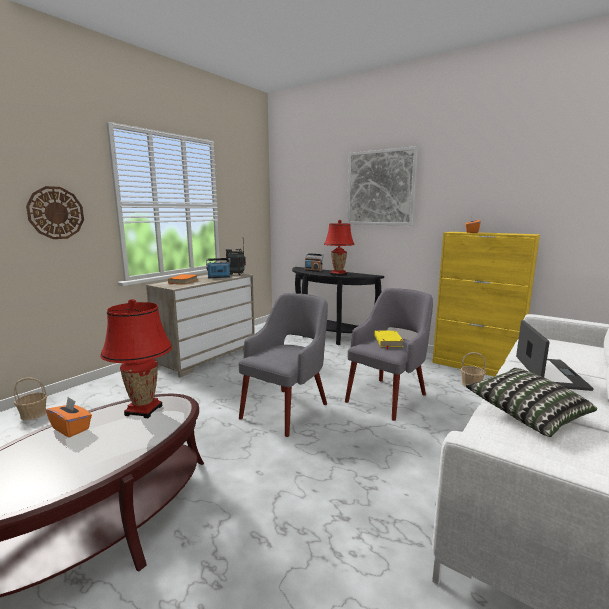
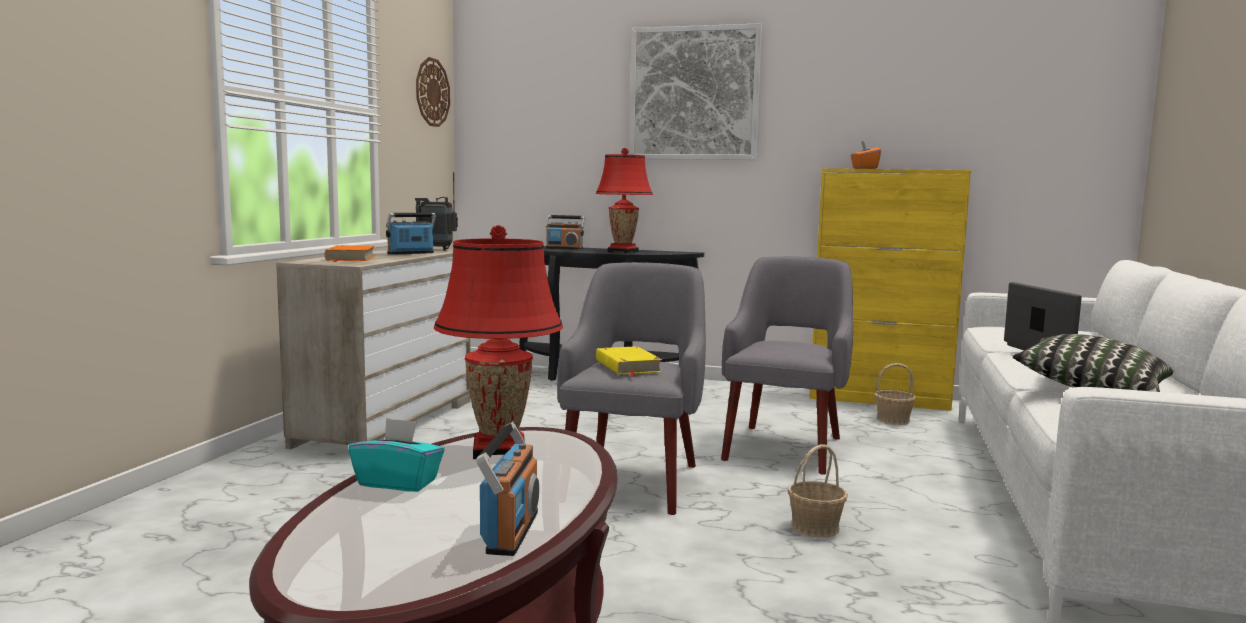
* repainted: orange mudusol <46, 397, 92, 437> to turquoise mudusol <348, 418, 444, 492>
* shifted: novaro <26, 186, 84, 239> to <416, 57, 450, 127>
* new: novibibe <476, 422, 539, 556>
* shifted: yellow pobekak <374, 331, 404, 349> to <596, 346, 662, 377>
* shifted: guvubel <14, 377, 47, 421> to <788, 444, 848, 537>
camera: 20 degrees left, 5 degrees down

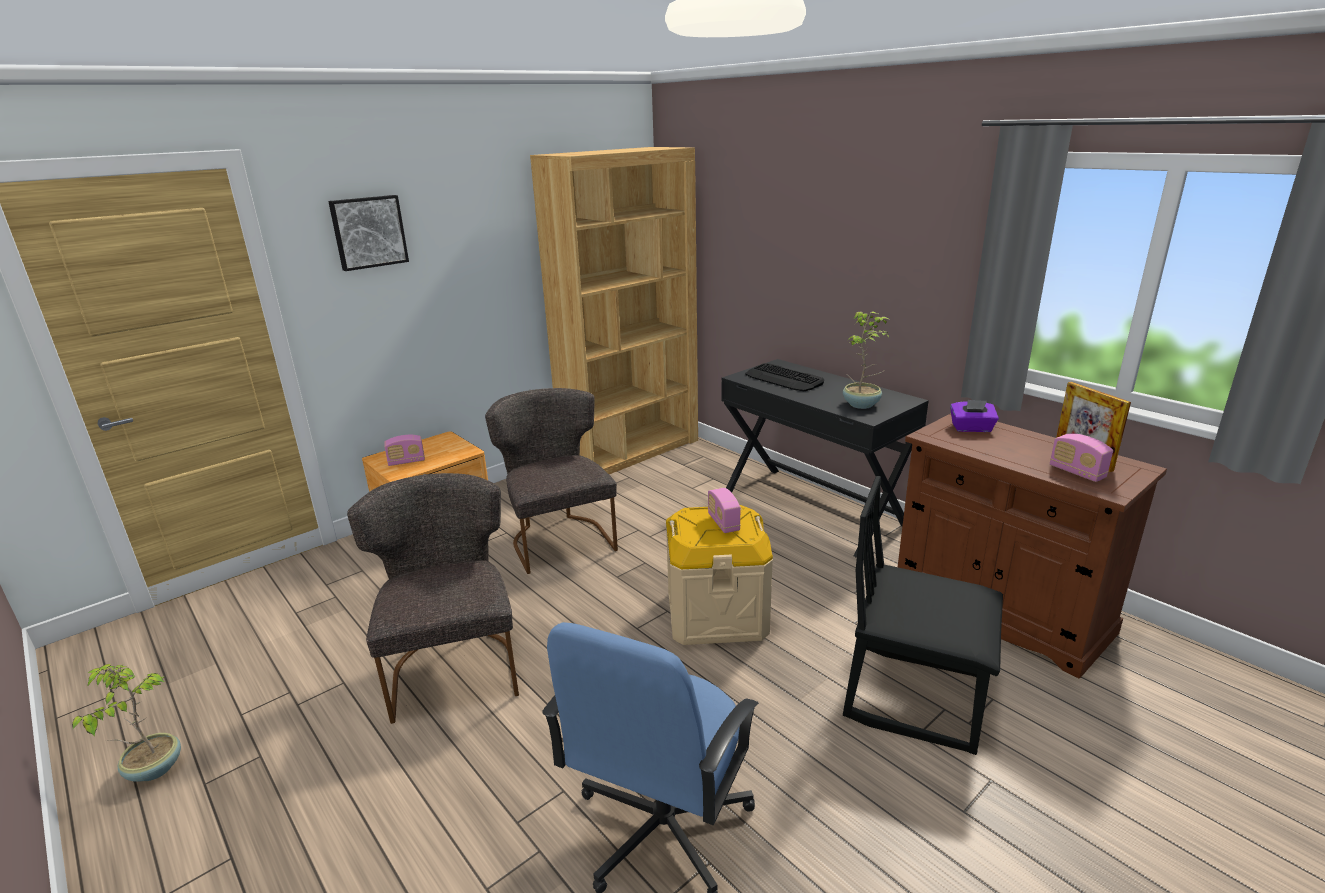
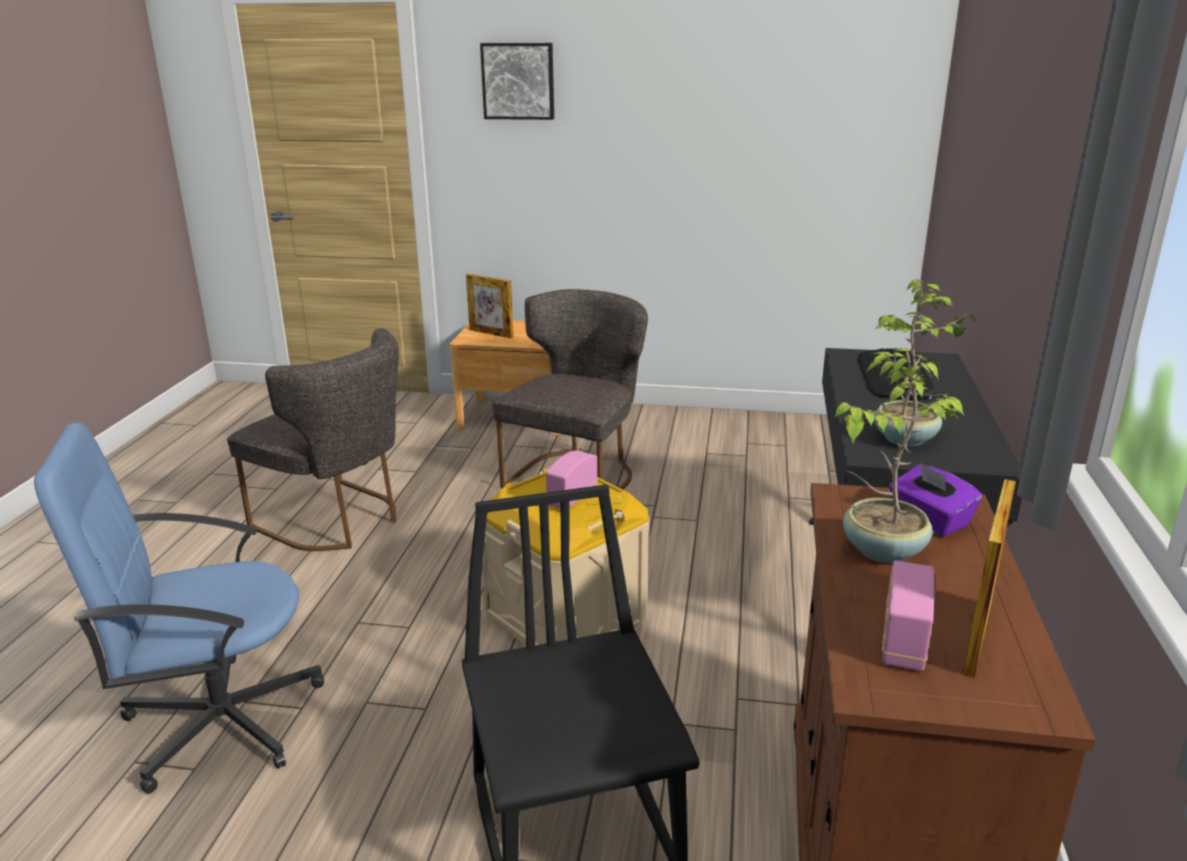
* rotated: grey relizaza <347, 473, 519, 724> = <227, 329, 399, 551> 90 degrees clockwise
* swapped: novibibe <384, 435, 425, 466> to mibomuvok <466, 274, 513, 338>
* shifted: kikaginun <72, 664, 181, 782> to <834, 348, 964, 563>
* gone: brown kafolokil <530, 147, 698, 474>
camera: 50 degrees right, 0 degrees up

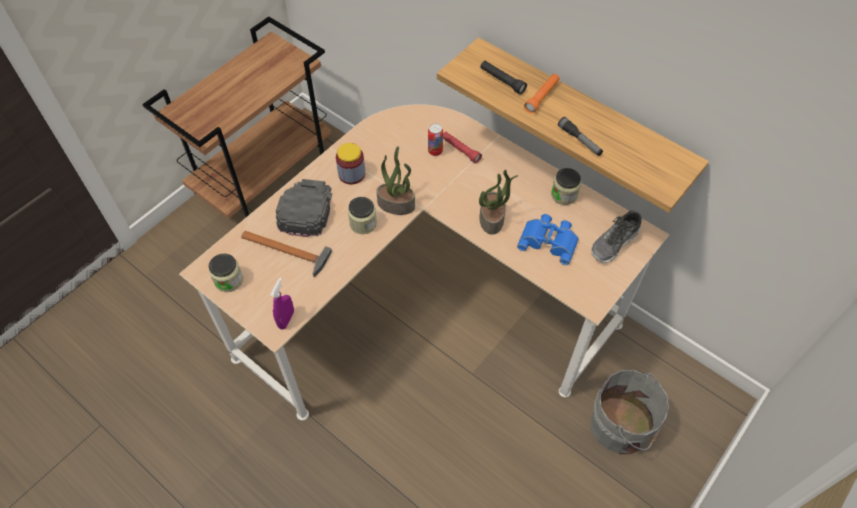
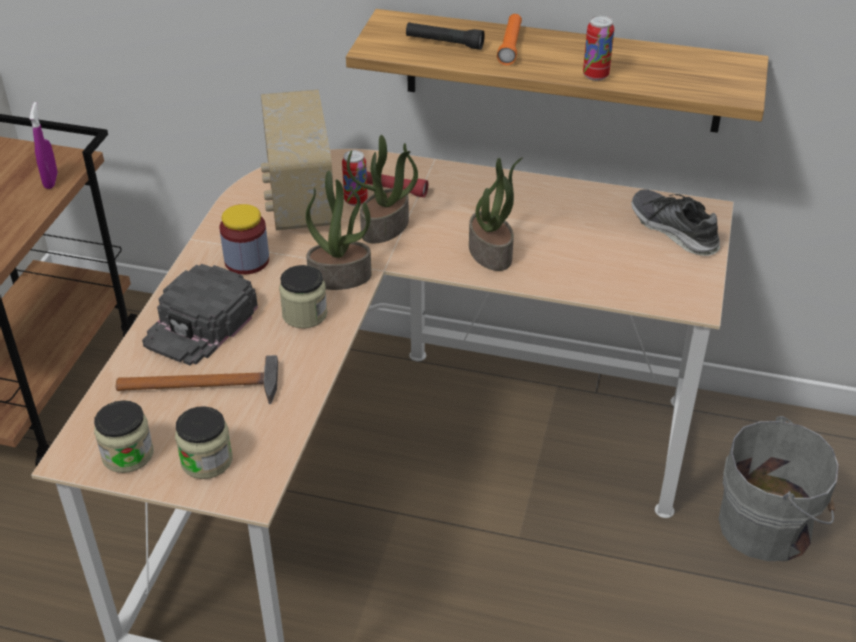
* shifted: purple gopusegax <270, 277, 294, 329> to <30, 102, 57, 189>
* rotated: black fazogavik <276, 179, 332, 237> = <142, 264, 258, 366> 135 degrees counterclockwise
* shifted: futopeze <551, 168, 581, 205> to <175, 406, 233, 479>
* new: novibibe <261, 90, 333, 230>
* new: kikaginun <347, 135, 418, 244>
* swapped: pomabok <558, 117, 603, 156> to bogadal <583, 15, 614, 81>
* rotated: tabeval <591, 210, 642, 263> = <631, 189, 720, 256> 120 degrees clockwise
* gone: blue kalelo <517, 214, 579, 265>
camera: 25 degrees left, 15 degrees down

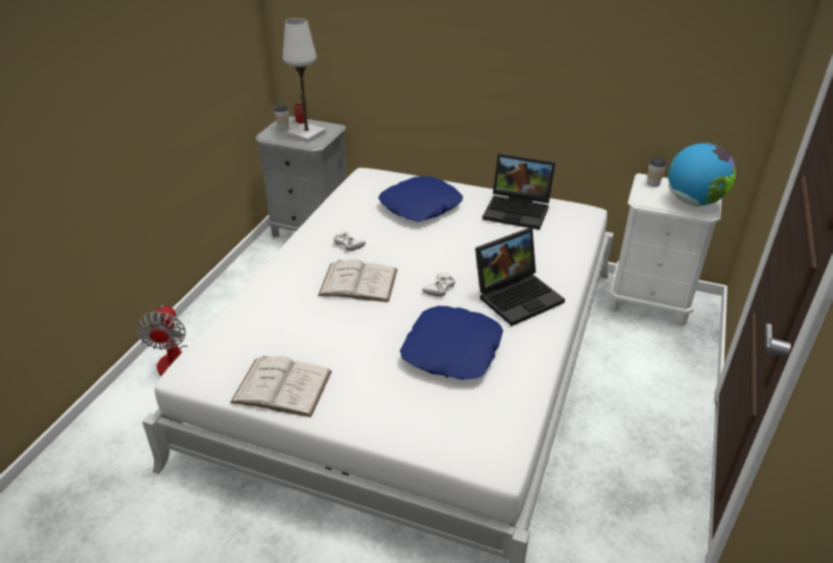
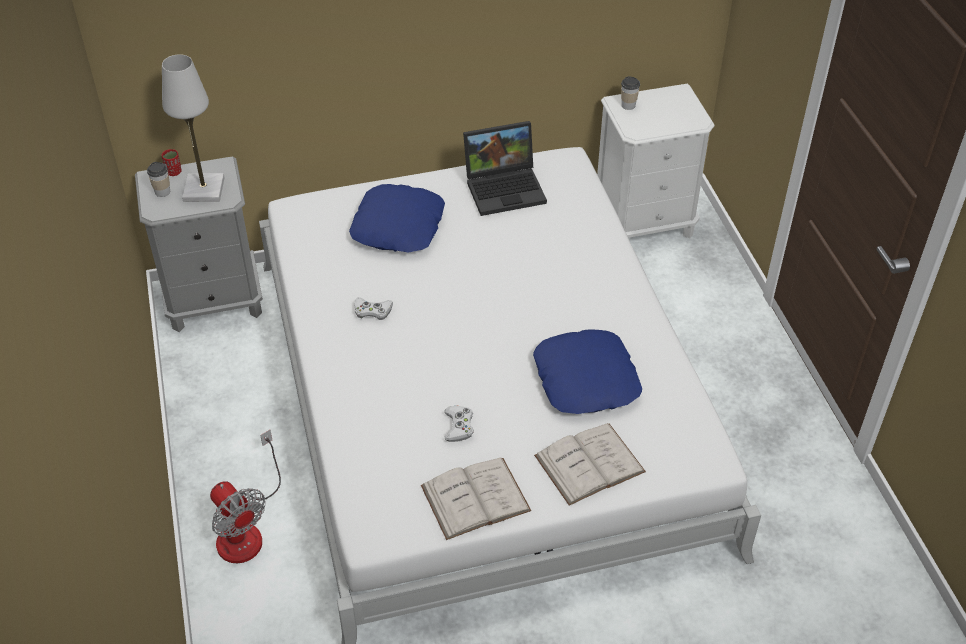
* shifted: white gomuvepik <422, 273, 456, 297> to <444, 406, 474, 442>
* shifted: white pobekak <318, 260, 397, 302> to <534, 423, 646, 505>
* gone: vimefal <475, 228, 565, 326>
* gone: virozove <668, 143, 736, 207>
camera: 35 degrees left, 10 degrees up

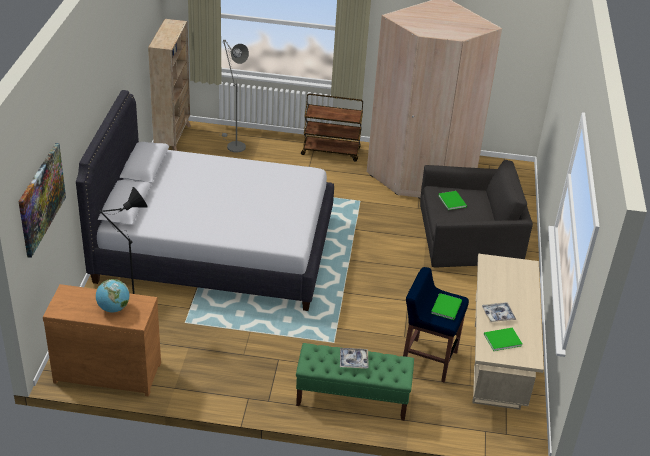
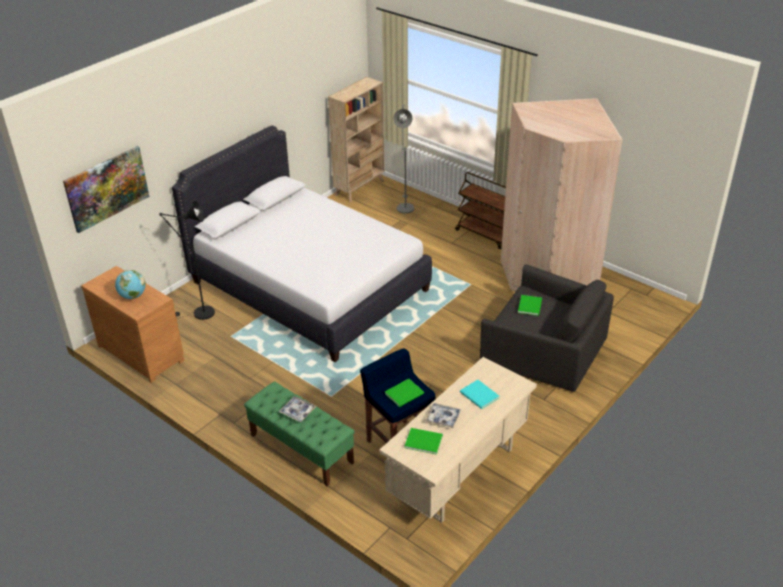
* new: turquoise pobekak <460, 380, 499, 409>
camera: 35 degrees right, 0 degrees up

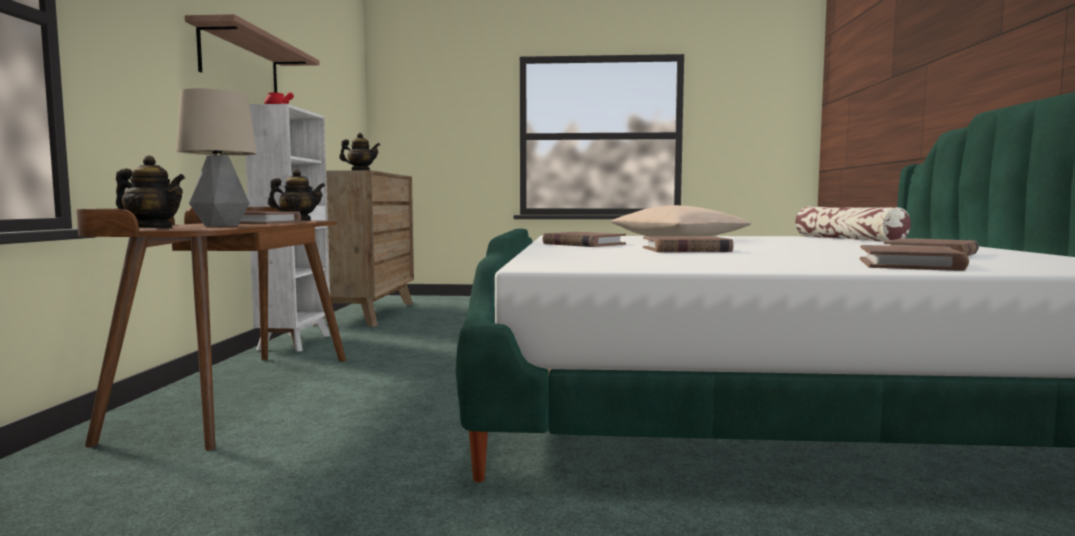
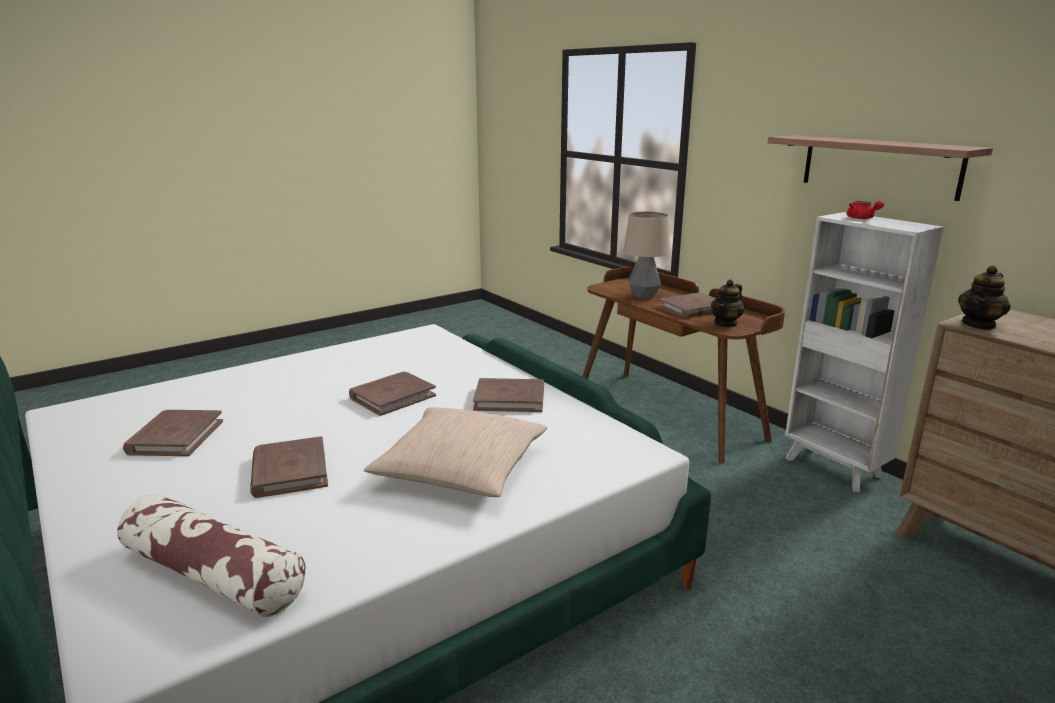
* shifted: brown pobekak <860, 245, 969, 271> to <250, 436, 328, 498>
* gone: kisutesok <116, 155, 185, 228>
camera: 140 degrees right, 15 degrees up

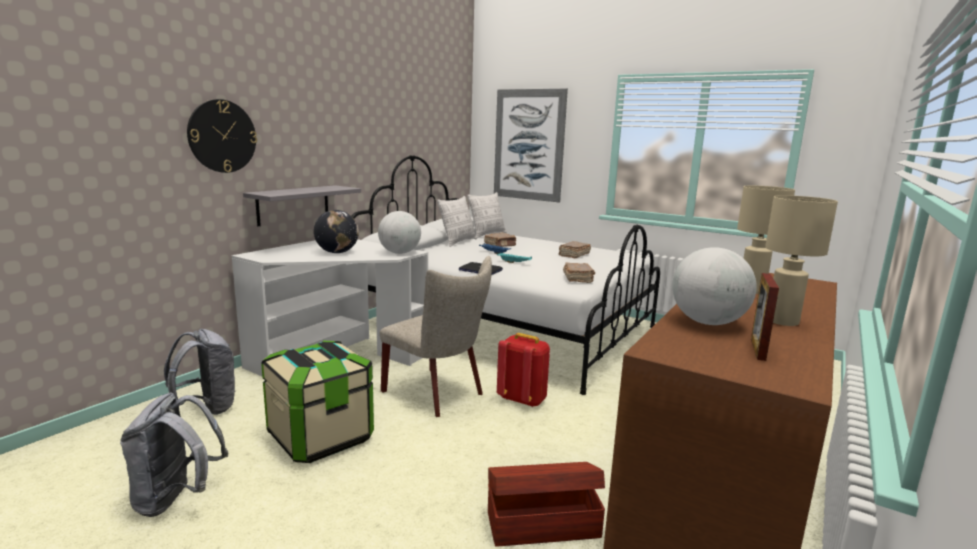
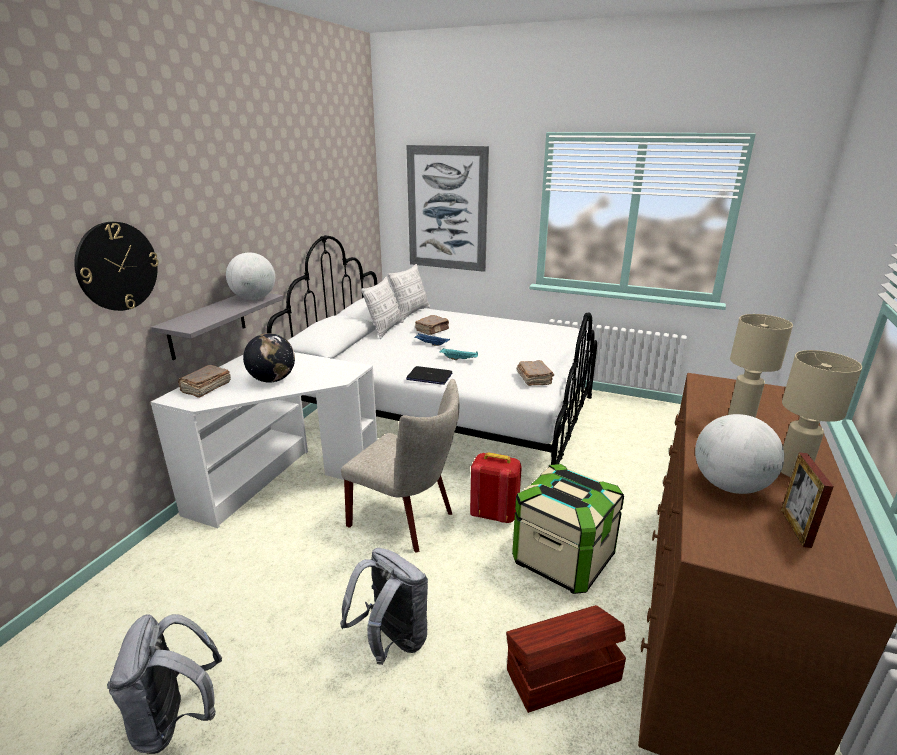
* shifted: brown pobekak <559, 241, 591, 258> to <178, 365, 231, 398>
* shifted: virozove <378, 211, 421, 254> to <226, 252, 275, 300>
* shifted: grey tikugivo <164, 329, 236, 415> to <340, 548, 428, 665>
* shifted: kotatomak <261, 341, 374, 463> to <512, 464, 624, 594>
camera: 10 degrees left, 10 degrees up

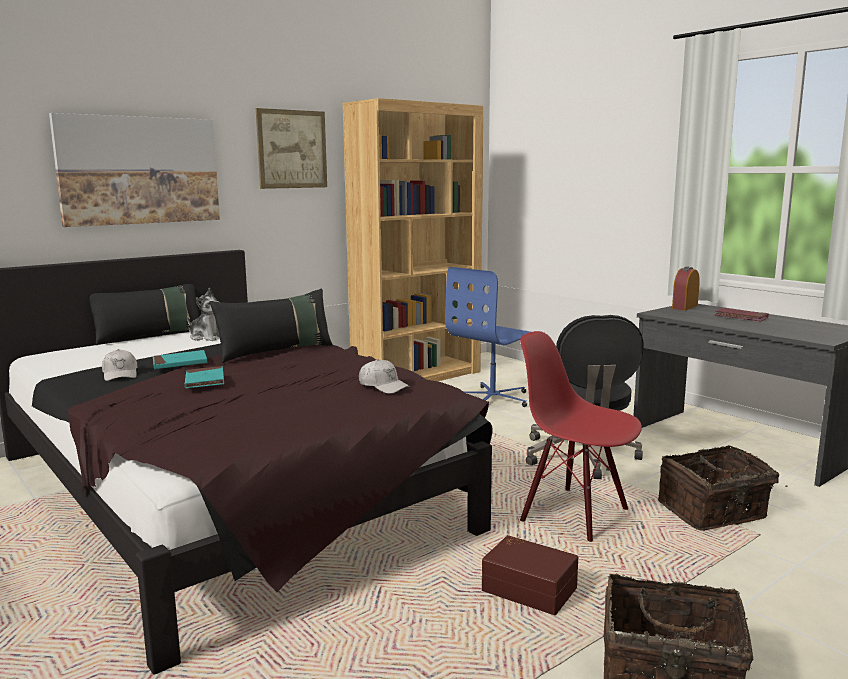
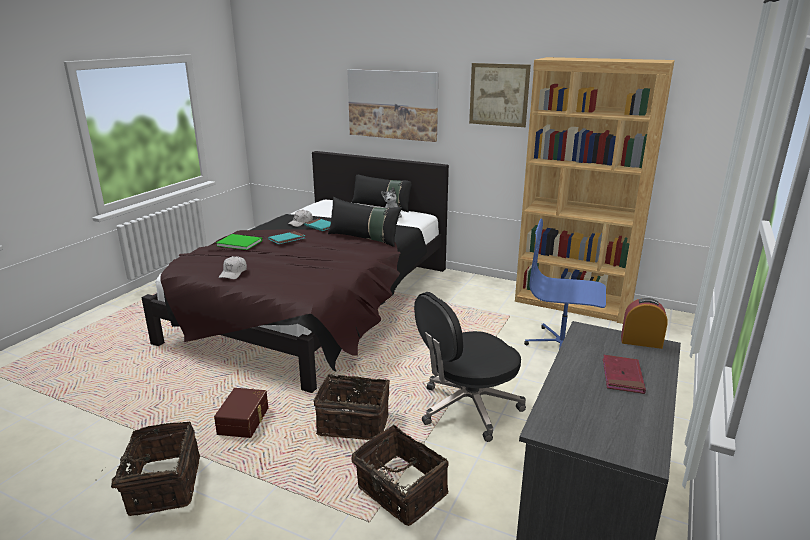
* new: green pobekak <216, 234, 262, 250>
* shifted: white fazogavik <359, 359, 410, 394> to <219, 256, 247, 279>
* swapped: red relizaza <520, 331, 642, 542> to guvubel <313, 369, 390, 440>
camera: 65 degrees right, 10 degrees up

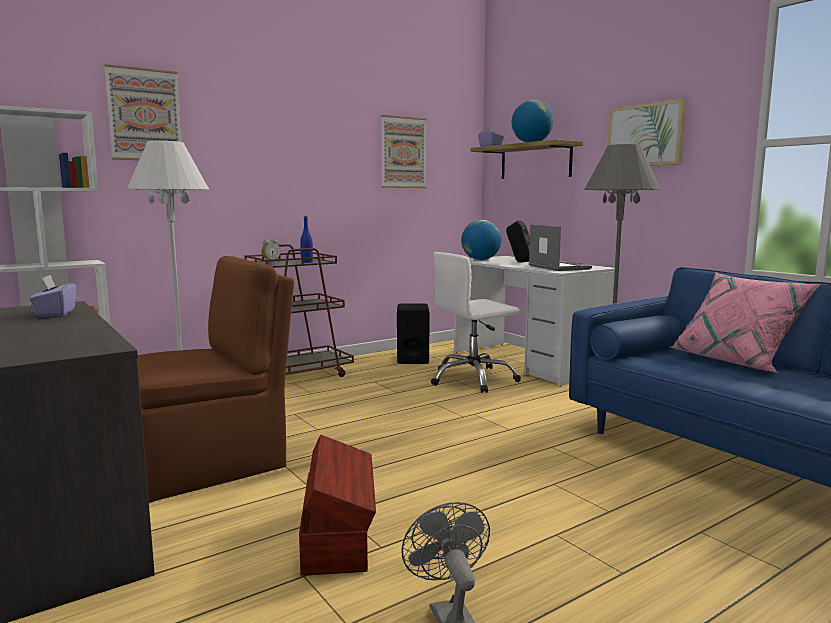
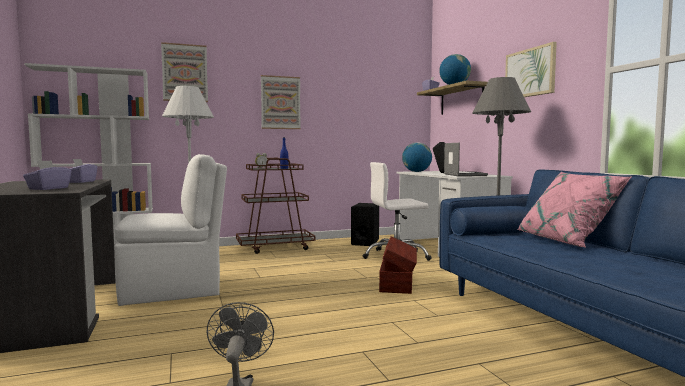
* new: purple mudusol <23, 160, 71, 190>
* repainted: brown relizaza <137, 256, 294, 503> to white relizaza <115, 154, 227, 306>
* shifted: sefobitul <381, 115, 427, 188> to <261, 75, 301, 129>
* shifted: brown kotatomak <299, 435, 376, 576> to <379, 236, 417, 294>
camera: 15 degrees right, 5 degrees down

